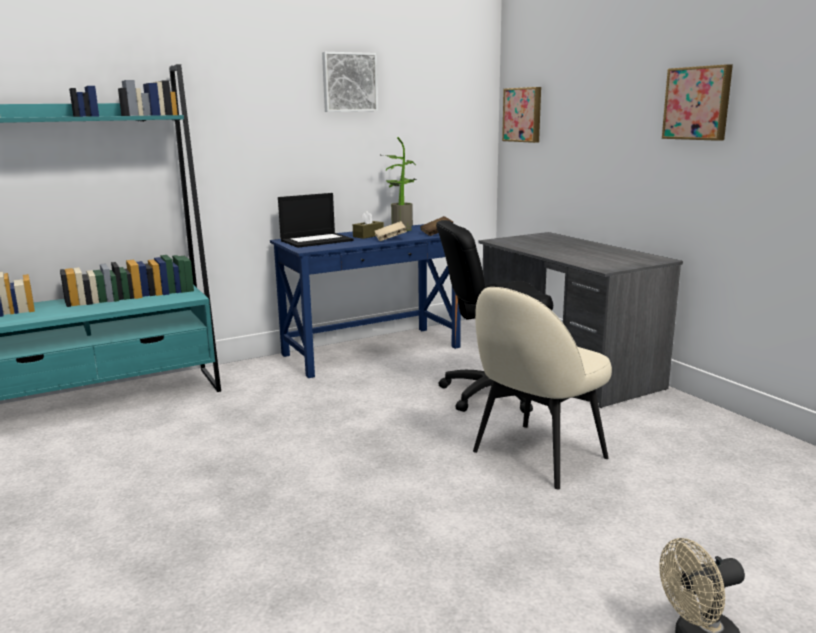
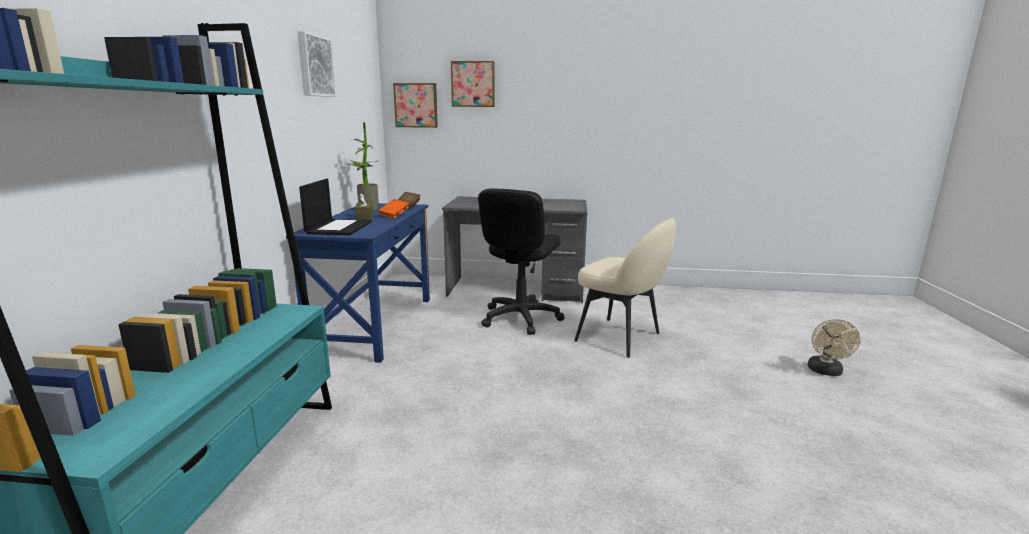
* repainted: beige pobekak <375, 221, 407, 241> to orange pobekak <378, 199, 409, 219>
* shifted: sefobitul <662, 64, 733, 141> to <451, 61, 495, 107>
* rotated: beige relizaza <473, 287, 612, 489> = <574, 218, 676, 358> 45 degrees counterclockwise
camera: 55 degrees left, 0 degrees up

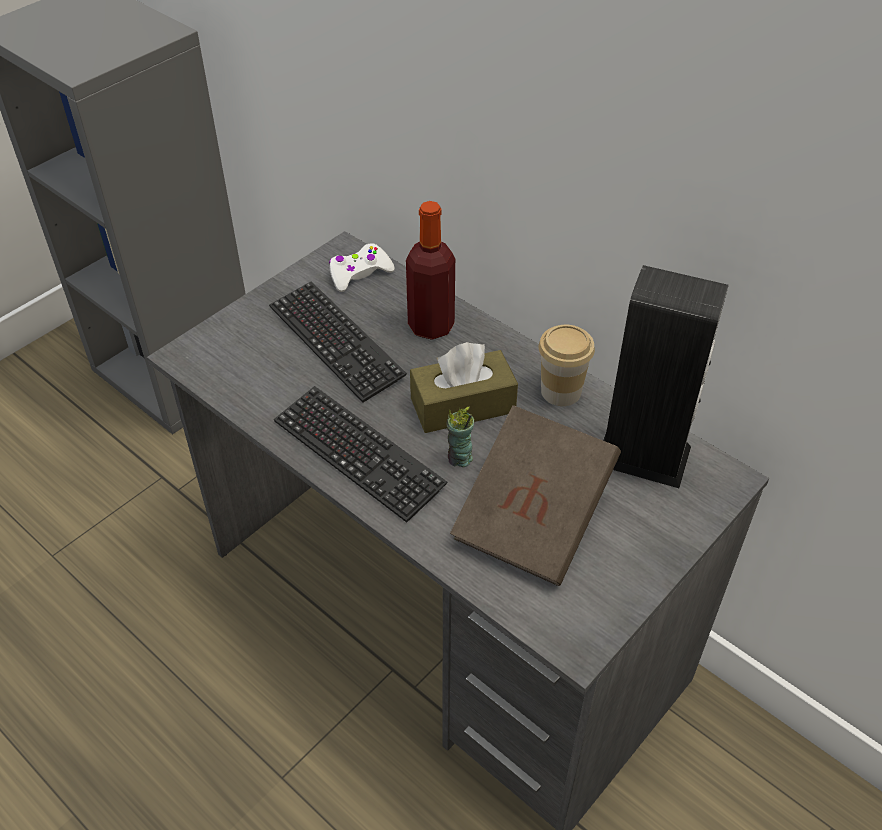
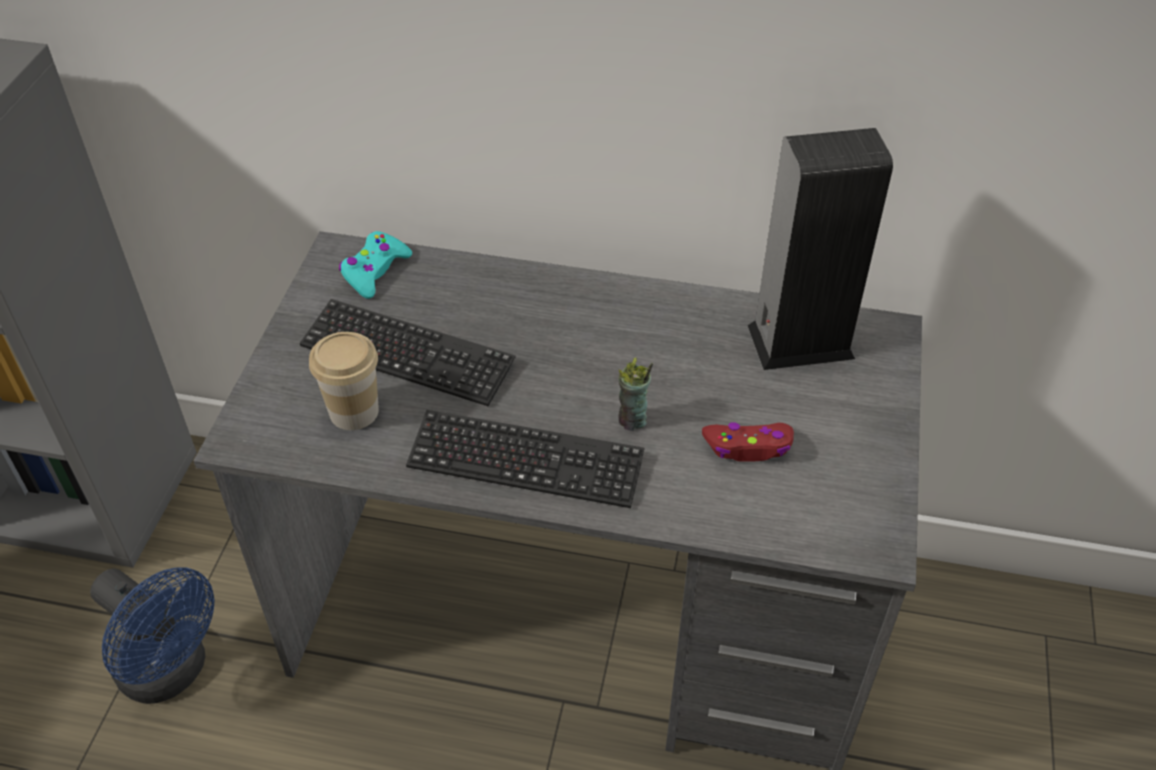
* new: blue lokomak <90, 567, 214, 704>
* shifted: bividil <538, 325, 595, 406> to <309, 332, 379, 430>
* repainted: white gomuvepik <329, 243, 395, 292> to turquoise gomuvepik <339, 231, 412, 299>
* swapped: brown pobekak <450, 405, 621, 586> to red gomuvepik <702, 423, 794, 462>
* gone: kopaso <406, 201, 455, 340>
* gone: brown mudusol <410, 342, 518, 433>
camera: 30 degrees left, 0 degrees up

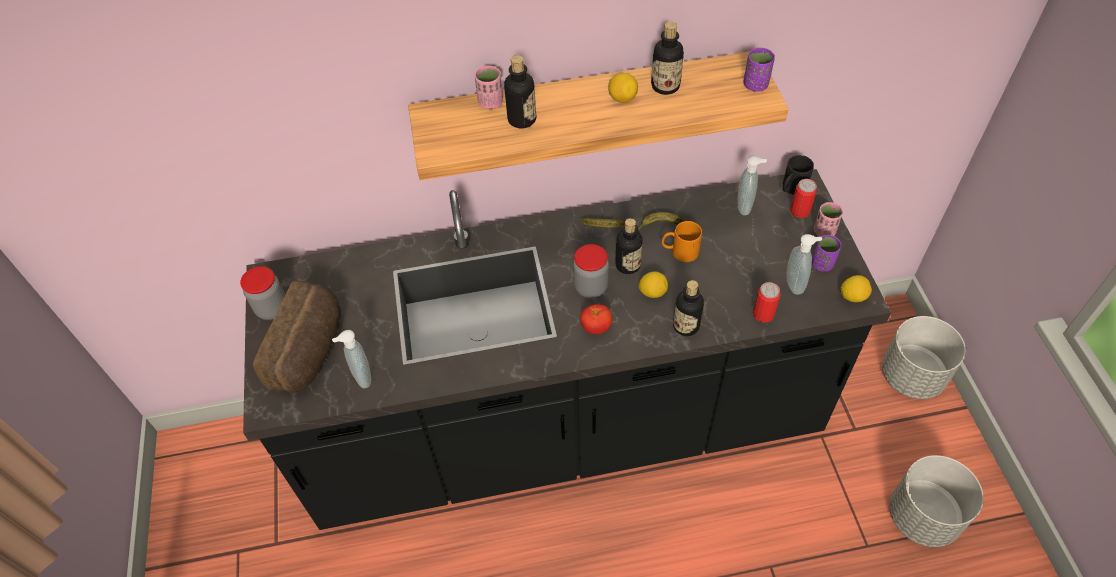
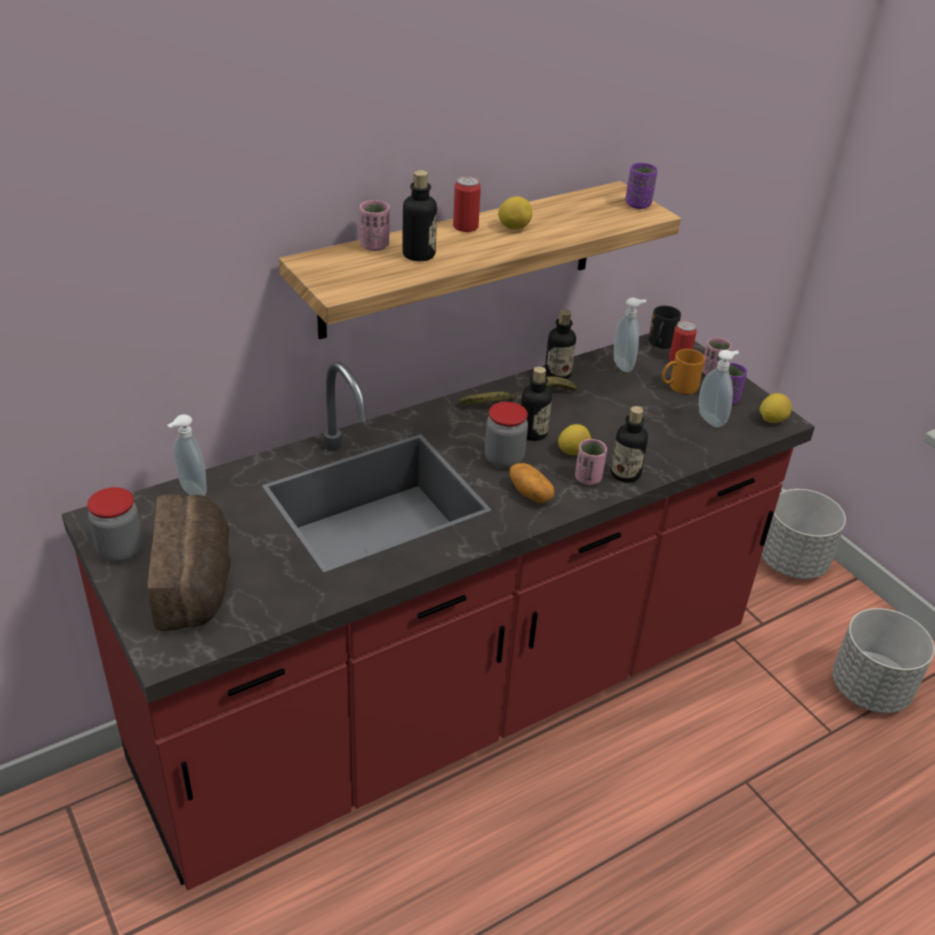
* repainted: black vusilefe <243, 169, 891, 530> to red vusilefe <62, 333, 815, 890>
* shifted: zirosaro <332, 330, 371, 388> to <168, 414, 206, 496>
* shifted: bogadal <753, 282, 781, 323> to <453, 176, 481, 232>
* swapped: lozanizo <580, 304, 612, 334> to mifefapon <510, 463, 555, 503>
* shifted: kopaso <651, 22, 684, 95> to <545, 310, 576, 379>
* new: pink bividil <575, 439, 607, 485>
* shifted: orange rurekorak <661, 221, 702, 262> to <662, 349, 705, 394>
camera: 25 degrees left, 15 degrees down

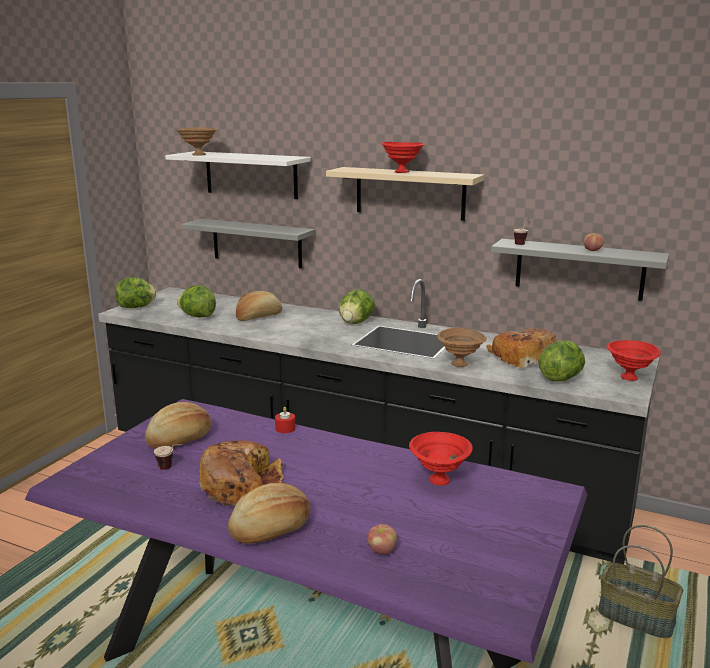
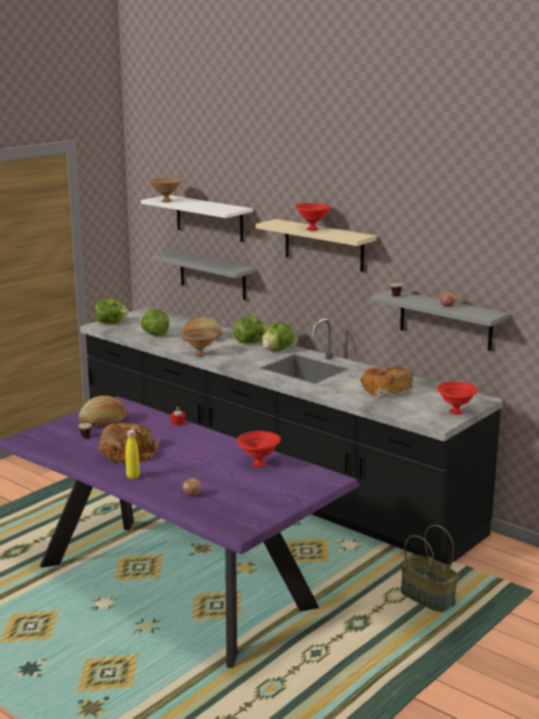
* swapped: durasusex <228, 483, 310, 544> to yellow kopaso <125, 430, 140, 479>
* shifted: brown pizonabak <437, 328, 487, 367> to <182, 328, 218, 356>
* shifted: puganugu <538, 340, 585, 382> to <233, 316, 267, 343>
camera: 15 degrees right, 0 degrees up

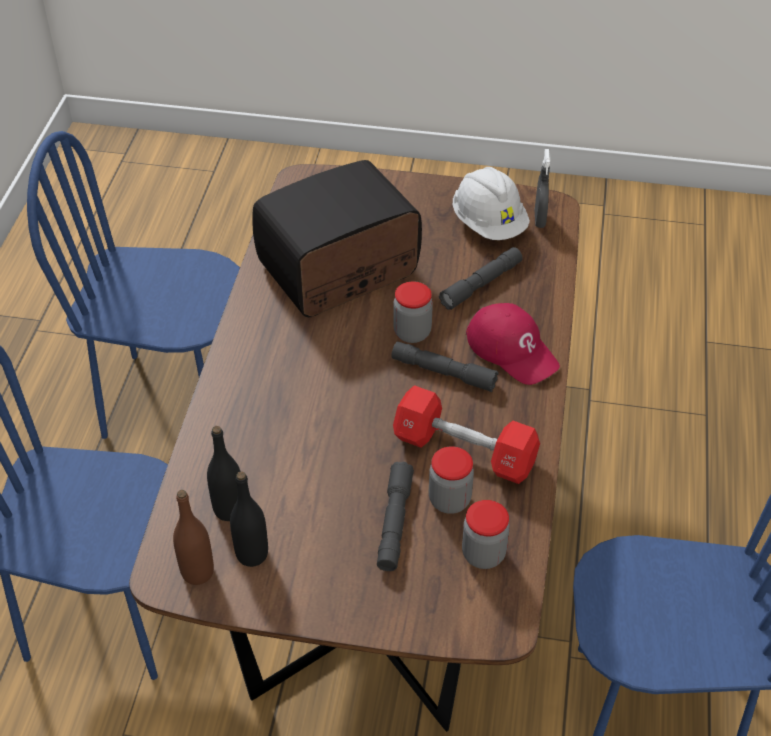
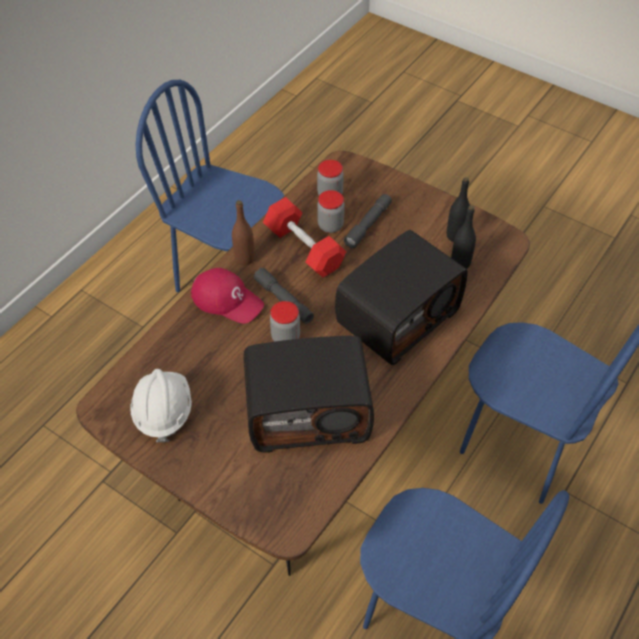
* rotated: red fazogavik <466, 303, 560, 385> = <191, 268, 264, 324> 135 degrees clockwise
* shifted: brown kopaso <173, 490, 214, 585> to <232, 200, 255, 265>
* new: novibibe <335, 230, 468, 365>
* gone: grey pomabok <439, 247, 523, 310>
* gone: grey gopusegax <535, 149, 551, 228>
camera: 155 degrees left, 5 degrees up

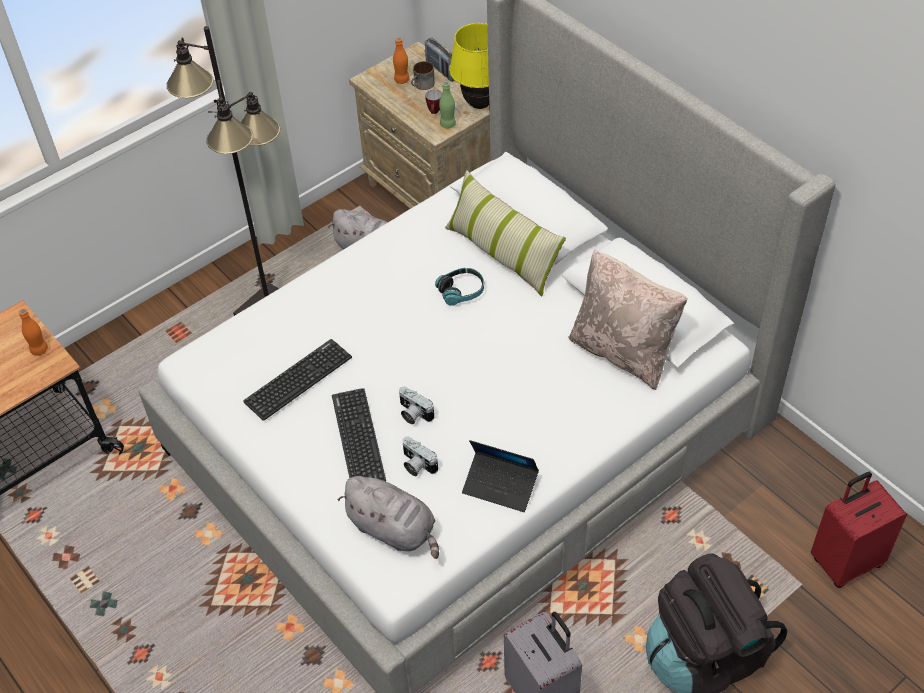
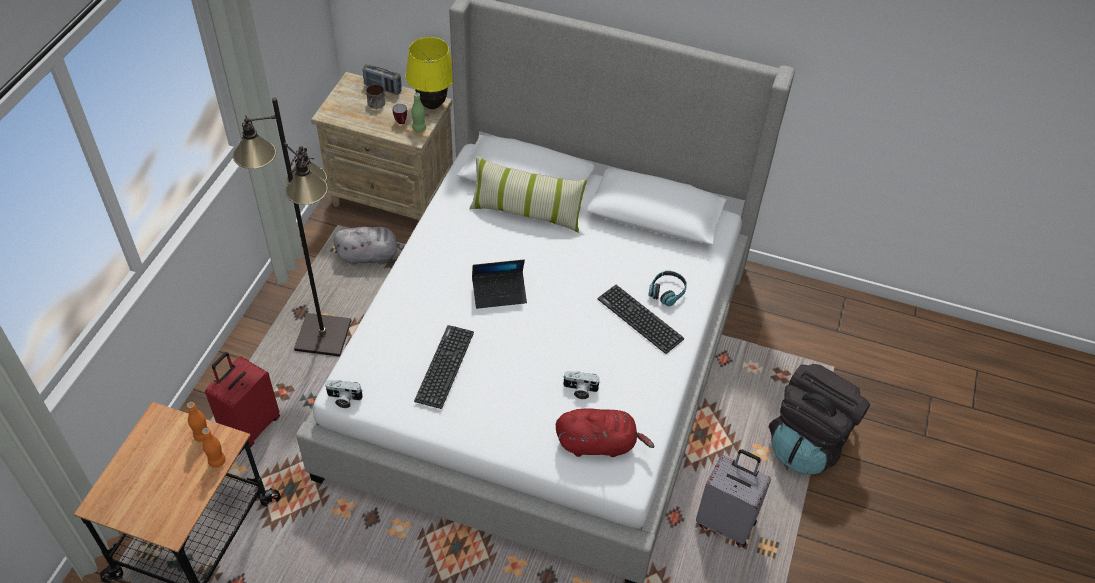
* shifted: orange kopaso <393, 37, 409, 84> to <202, 428, 226, 468>
* shifted: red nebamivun <811, 472, 907, 588> to <205, 352, 280, 447>
* shifted: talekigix <399, 386, 434, 425> to <325, 380, 363, 408>
* shifted: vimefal <462, 440, 539, 512> to <472, 260, 527, 309>
* repainted: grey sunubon <338, 476, 439, 559> to red sunubon <556, 408, 654, 457>
* shifted: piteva <332, 388, 386, 481> to <598, 285, 684, 354>
* shifted: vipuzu <435, 268, 484, 306> to <648, 271, 687, 306>
* gone: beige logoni <568, 249, 688, 390>
camera: 35 degrees left, 0 degrees up

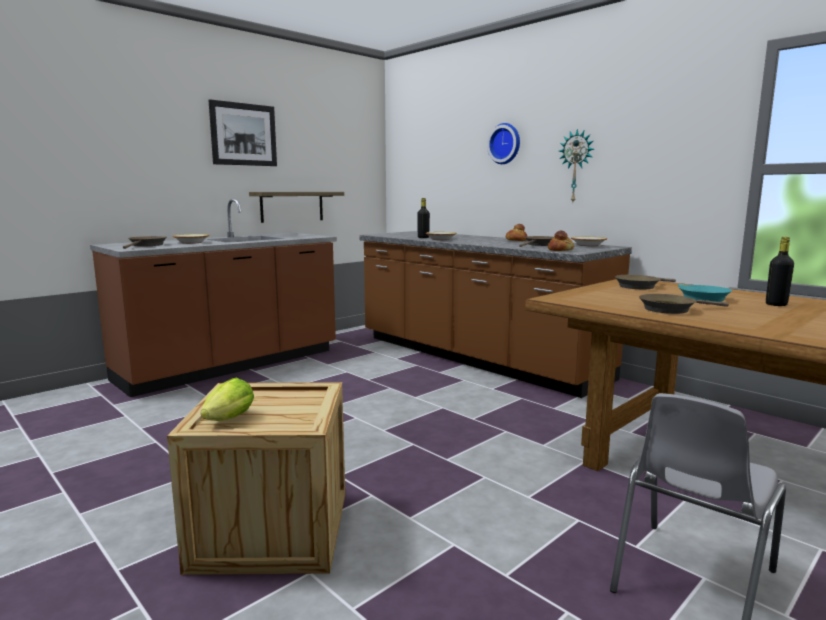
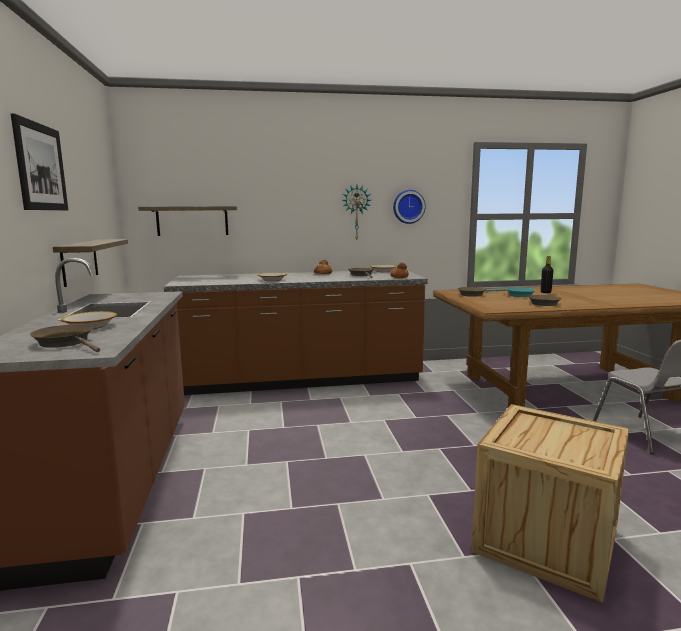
* new: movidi <138, 206, 238, 236>
* shifted: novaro <487, 123, 520, 164> to <393, 190, 426, 224>
* gone: puganugu <201, 378, 254, 421>
* gone: black kopaso <417, 198, 430, 238>
camera: 55 degrees left, 0 degrees up

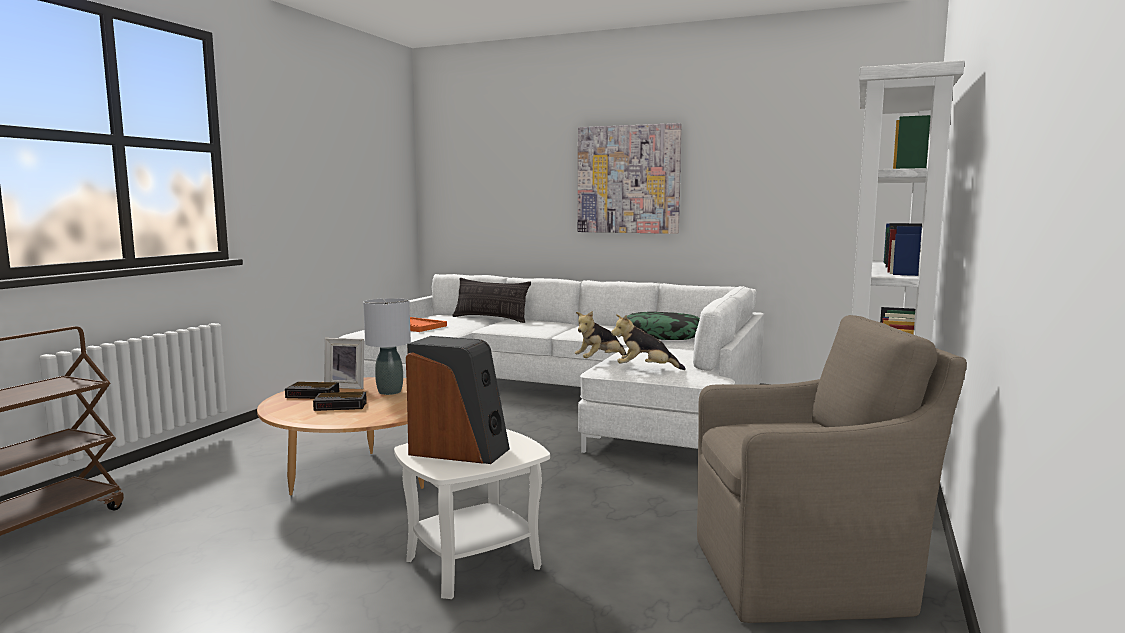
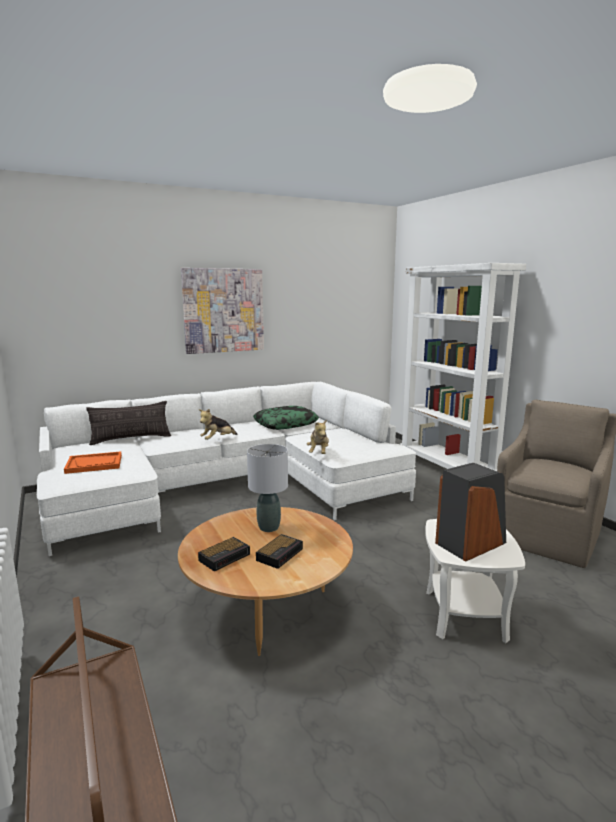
* shifted: sunubon <611, 314, 686, 370> to <199, 409, 237, 440>
* gone: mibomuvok <324, 338, 364, 389>
camera: 50 degrees left, 5 degrees up

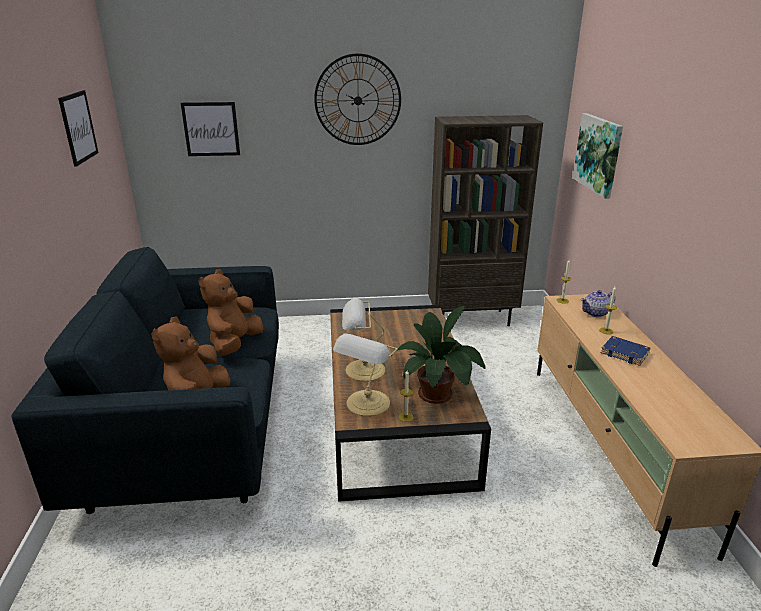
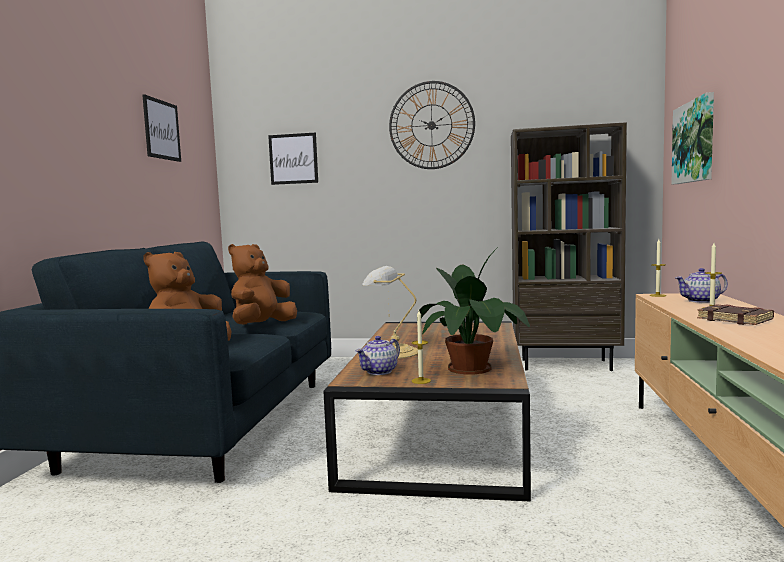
* swapped: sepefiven <333, 333, 397, 416> to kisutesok <356, 336, 400, 375>
* repainted: blue pobekak <601, 336, 650, 366> to brown pobekak <697, 305, 774, 325>
camera: 15 degrees right, 20 degrees down

